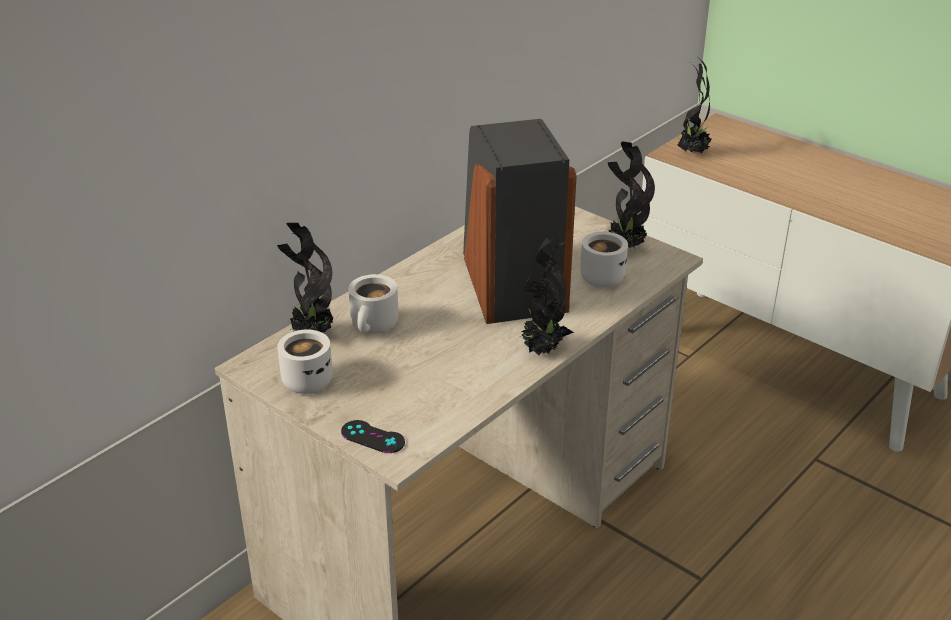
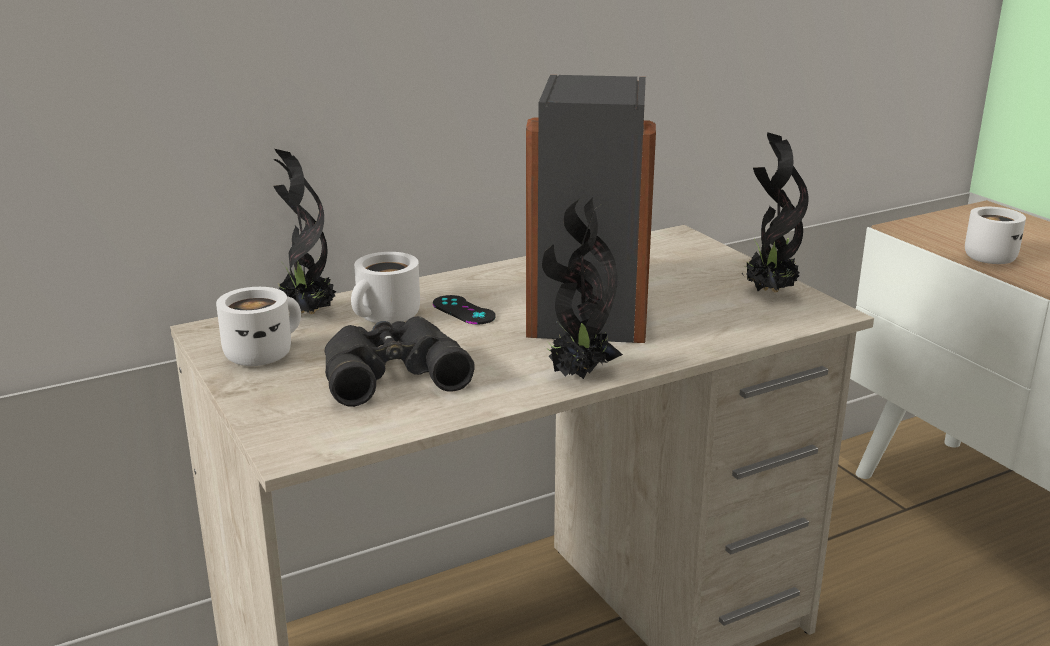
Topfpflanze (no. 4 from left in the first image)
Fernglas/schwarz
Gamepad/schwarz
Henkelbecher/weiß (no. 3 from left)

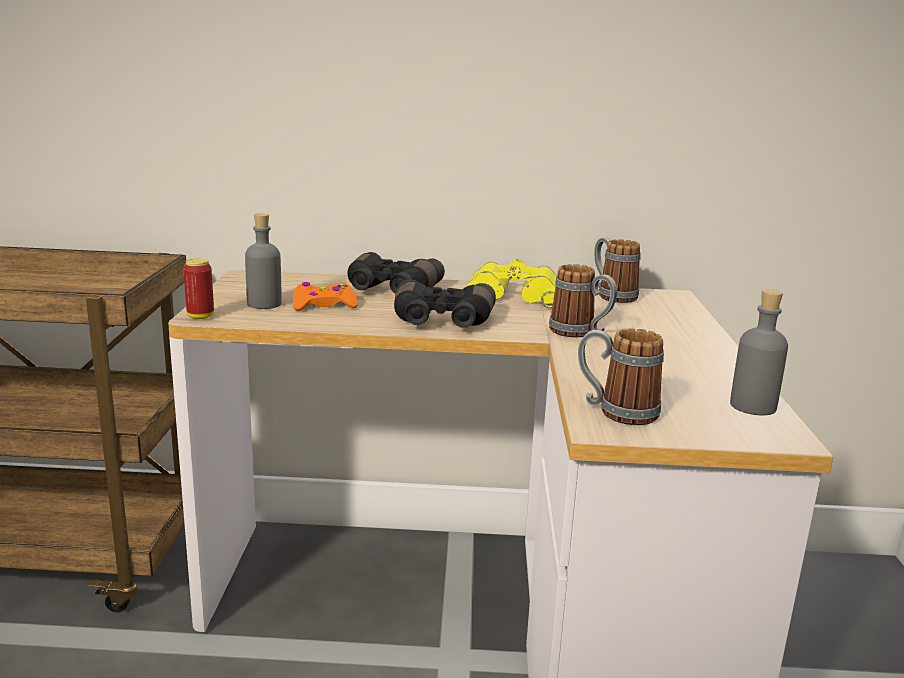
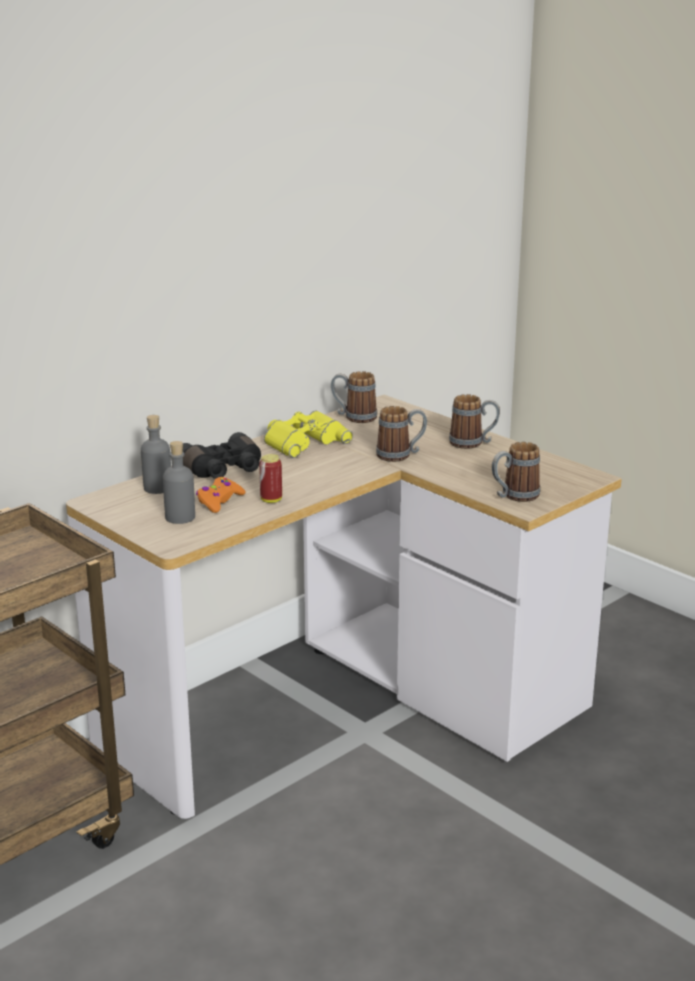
Fernglas/schwarz (no. 2 from left in the first image)
Henkelbecher (no. 3 from left)
Dose
Flasche/grau (no. 1 from left)

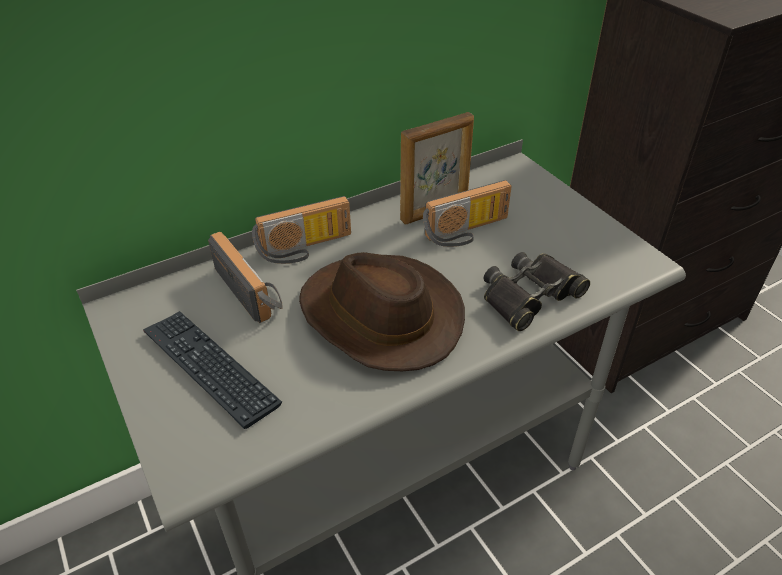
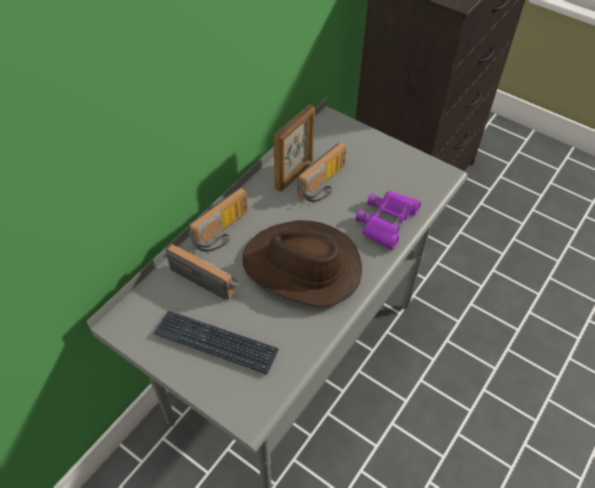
Fernglas/lila

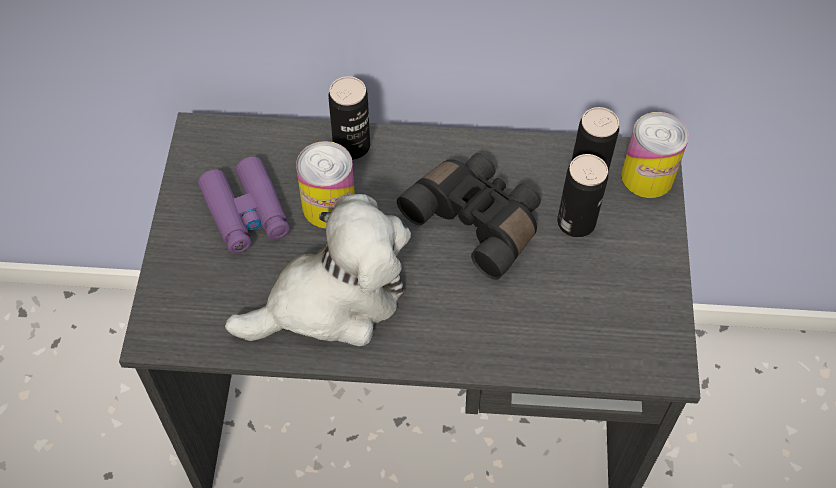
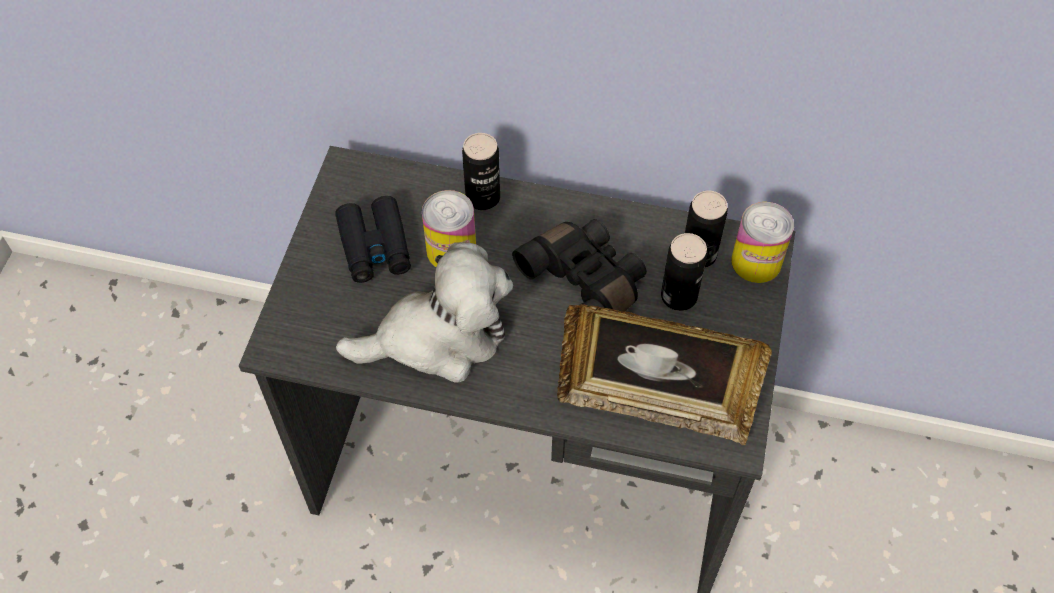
Bilderrahmen
Fernglas/schwarz (no. 1 from left)

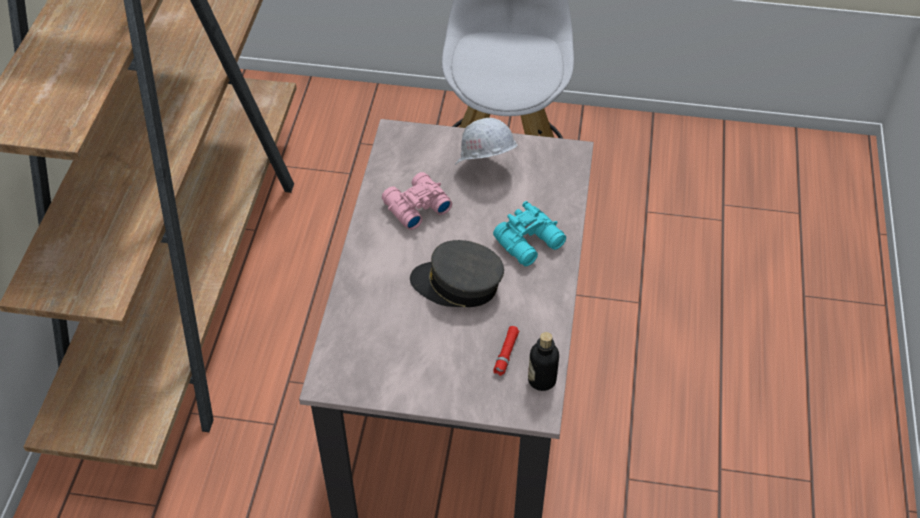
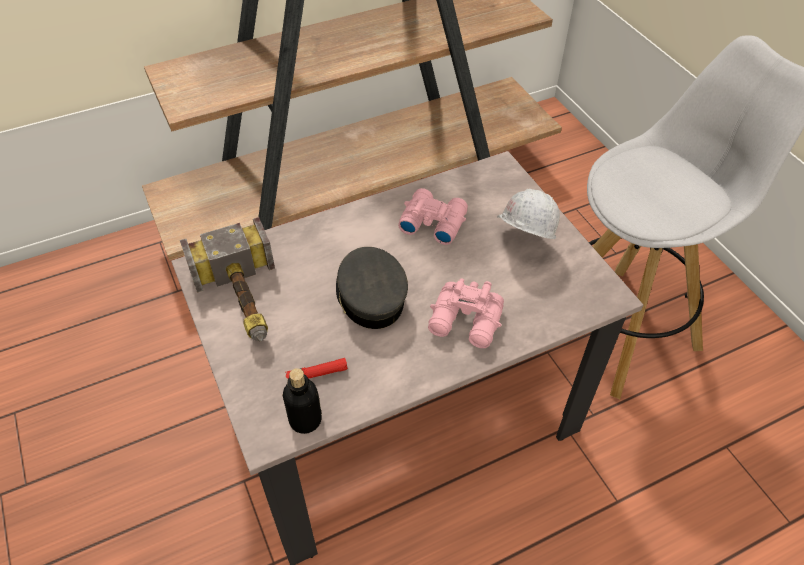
Hammer
Fernglas/rosa (no. 2 from left)

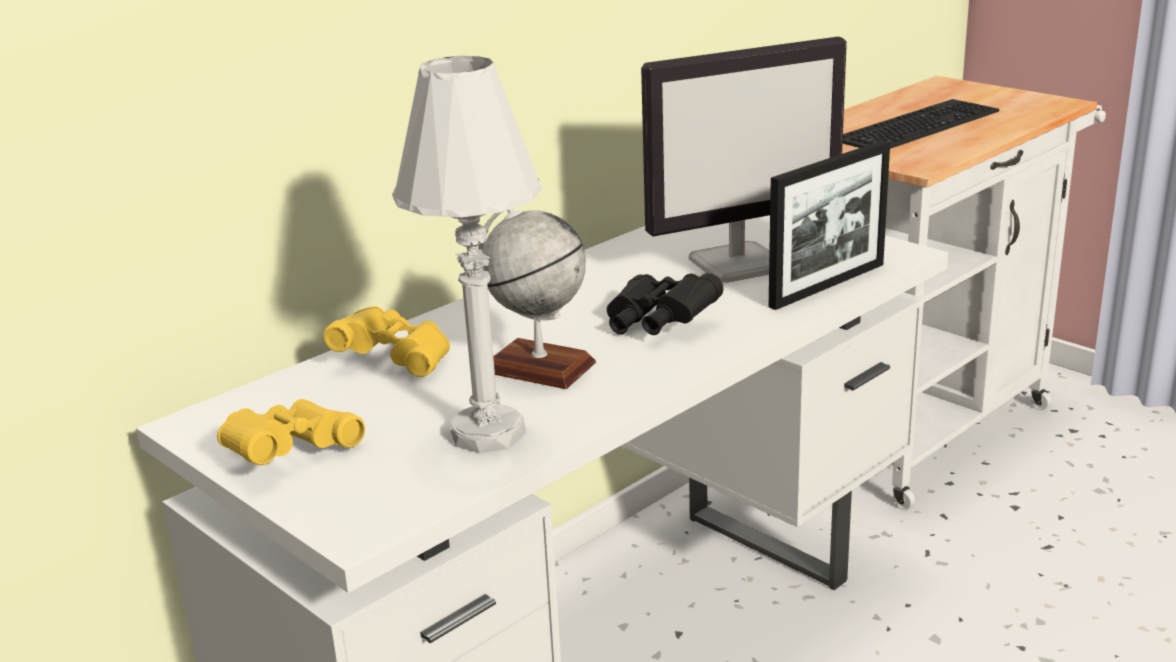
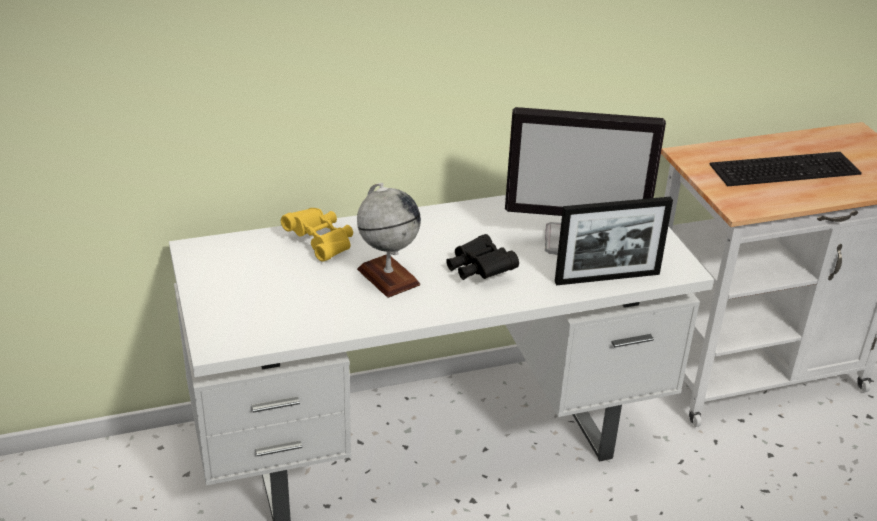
Fernglas/gelb (no. 1 from left in the first image)
Tischlampe/weiß

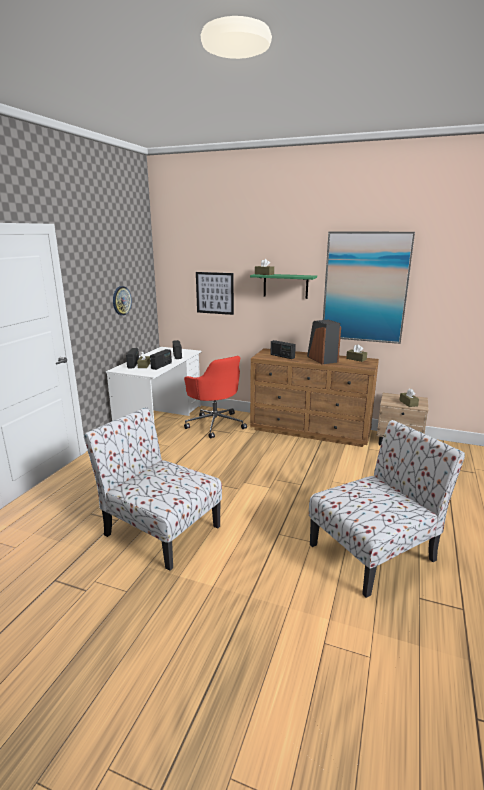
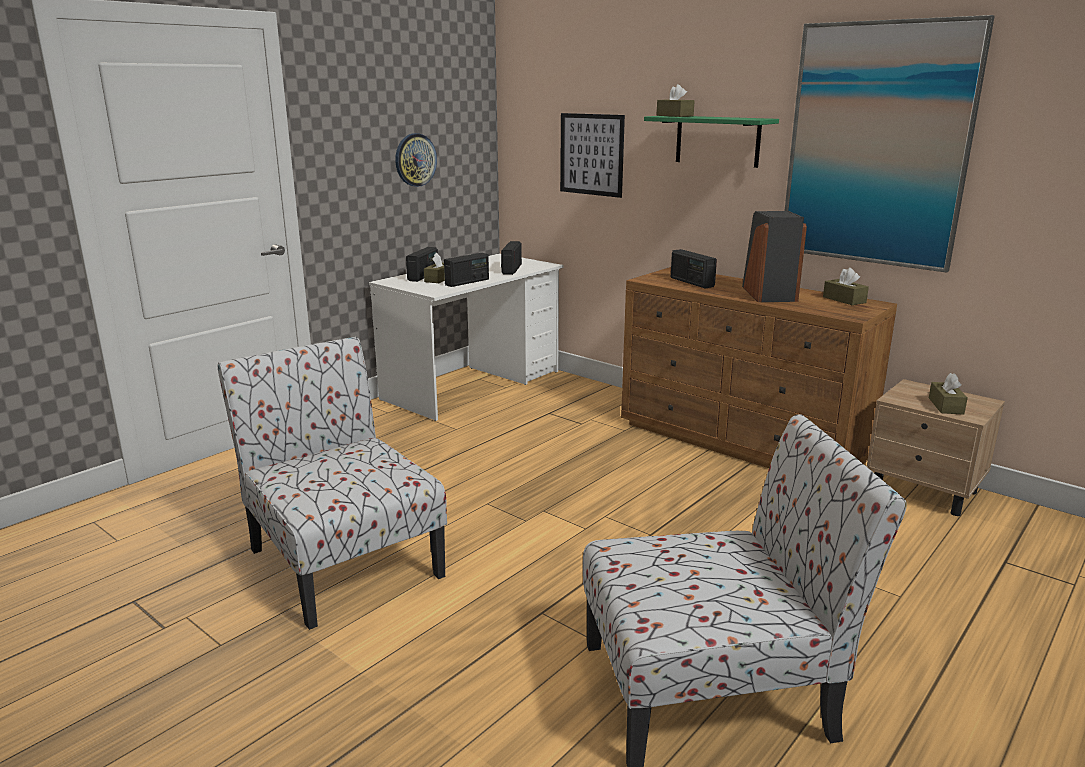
Bürostuhl/rot

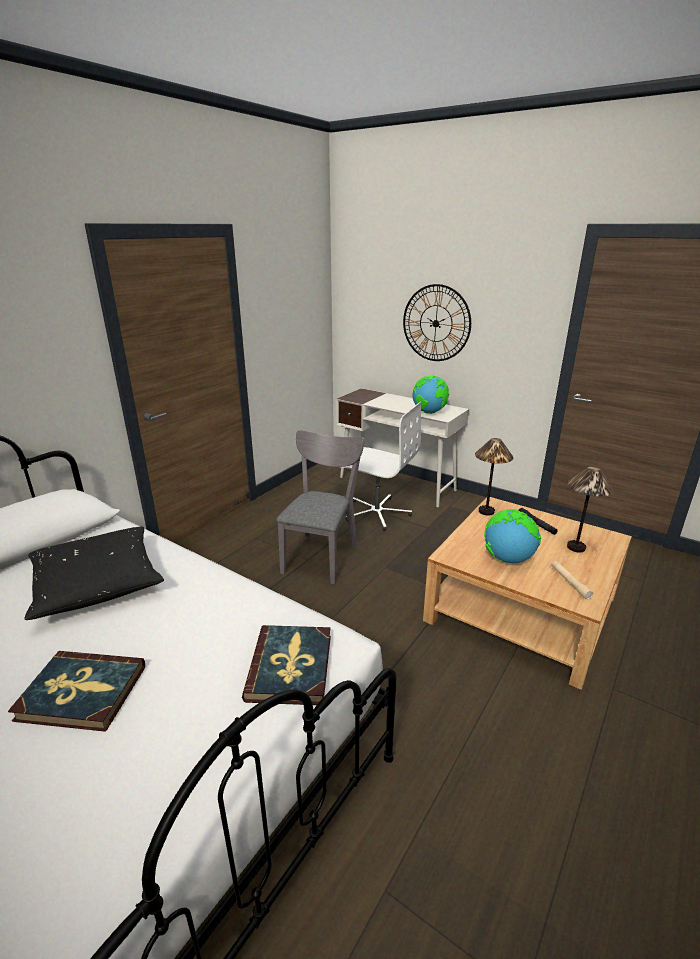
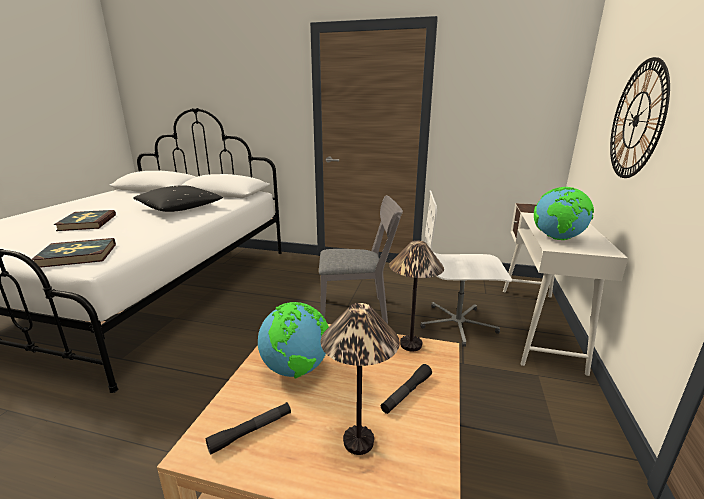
Taschenlampe/schwarz (no. 1 from left)
Bürostuhl/weiß

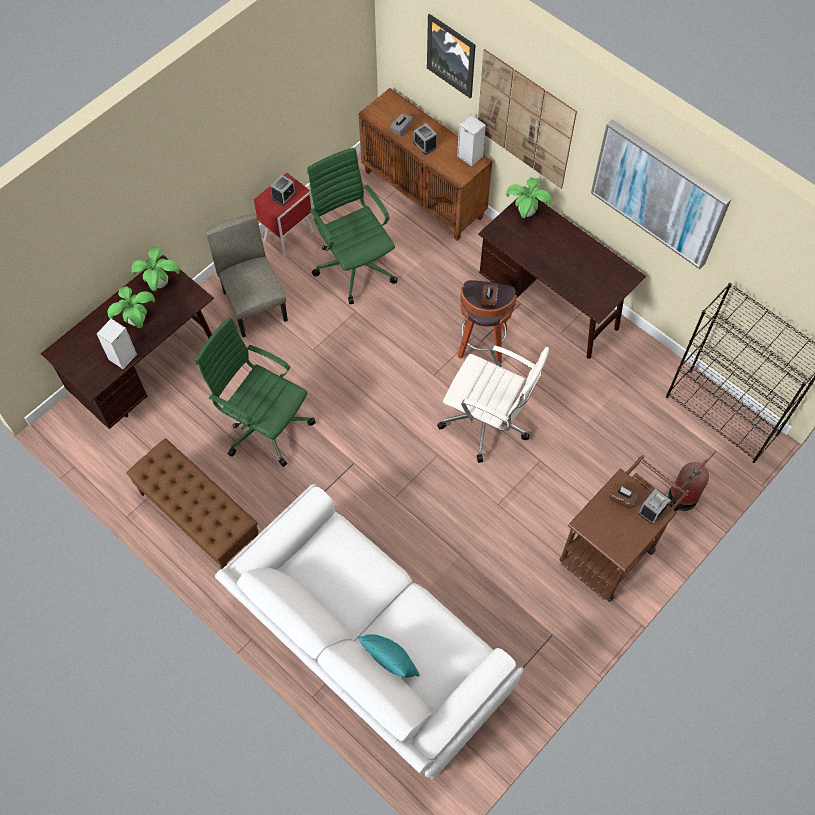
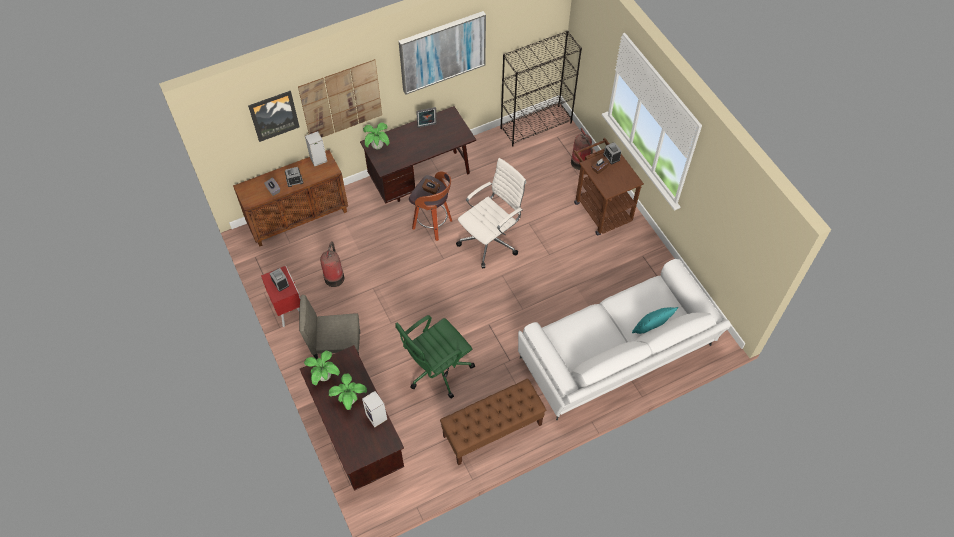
Bilderrahmen
Feuerlöscher (no. 1 from left)

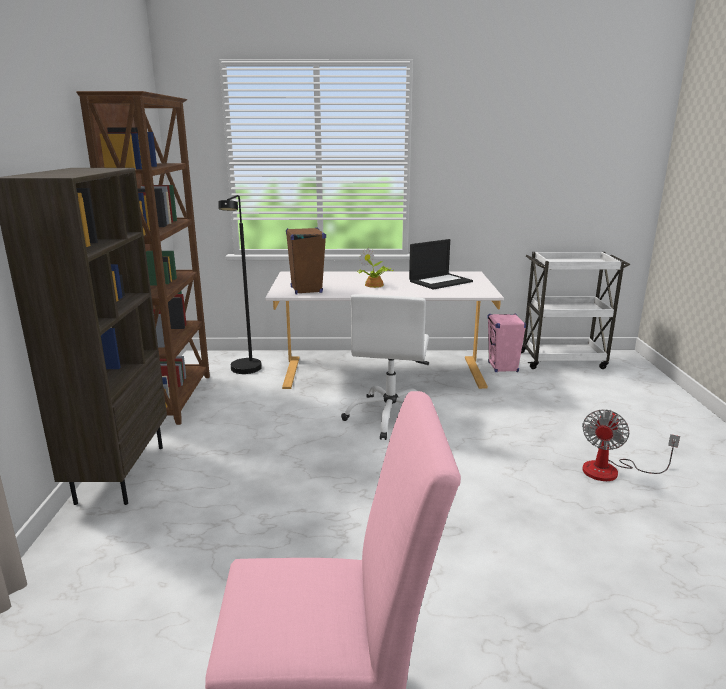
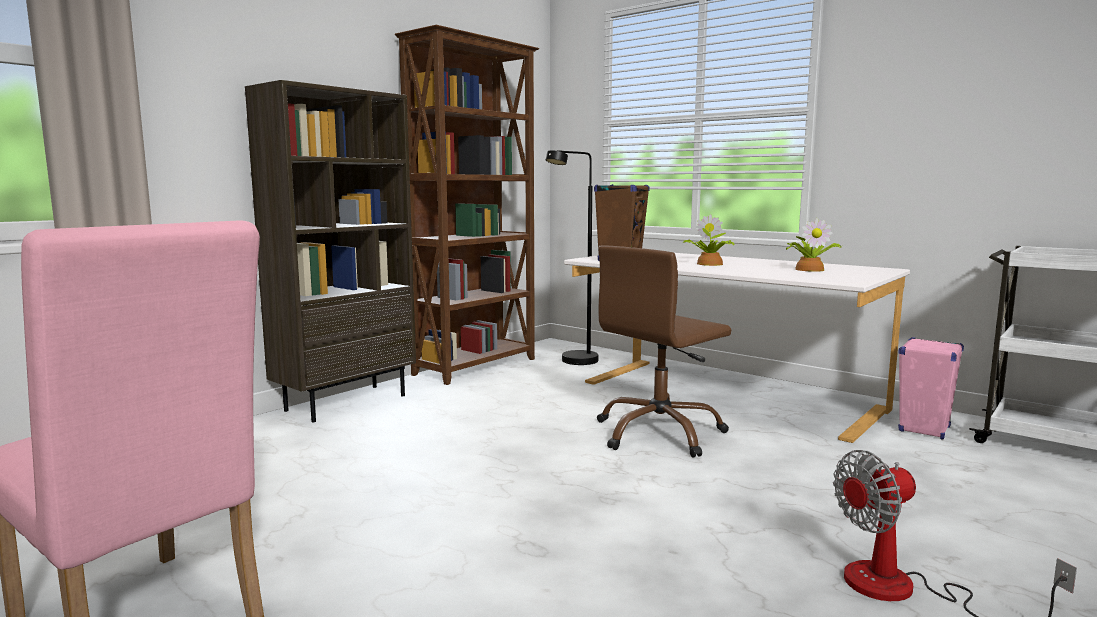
Topfpflanze (no. 2 from left)
Bürostuhl/braun

